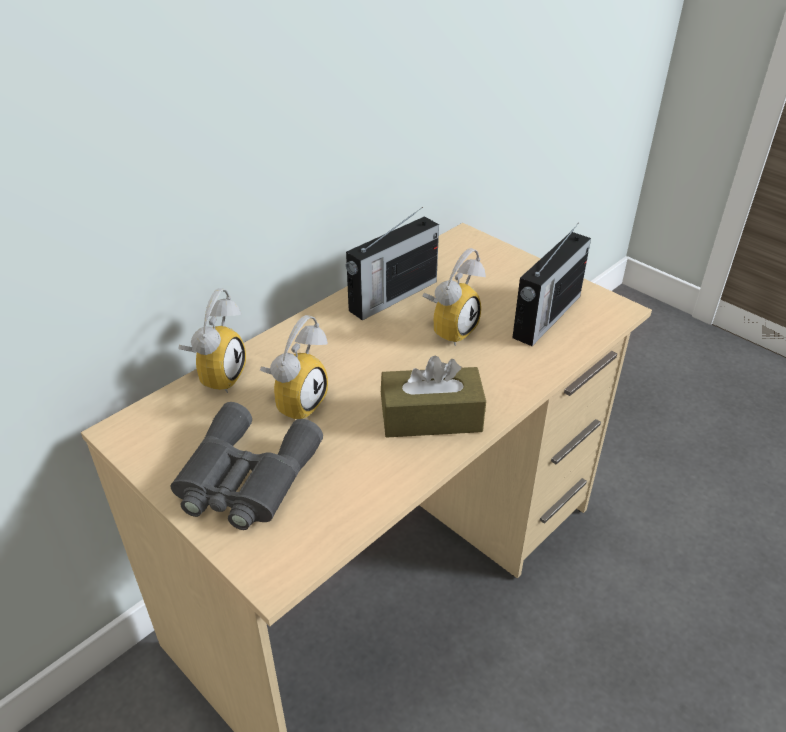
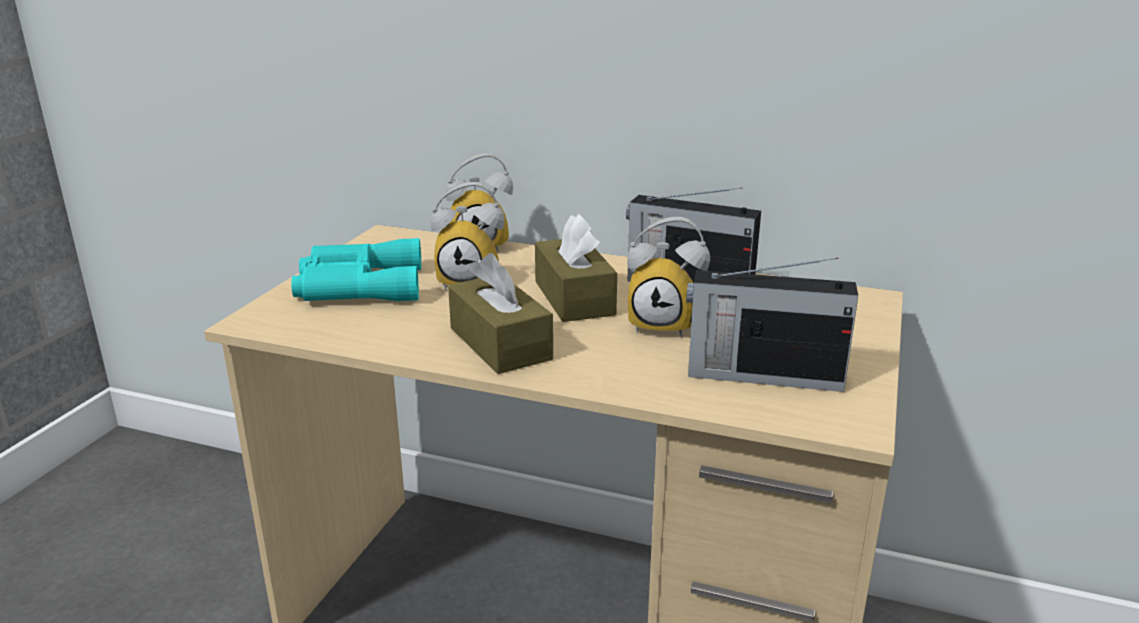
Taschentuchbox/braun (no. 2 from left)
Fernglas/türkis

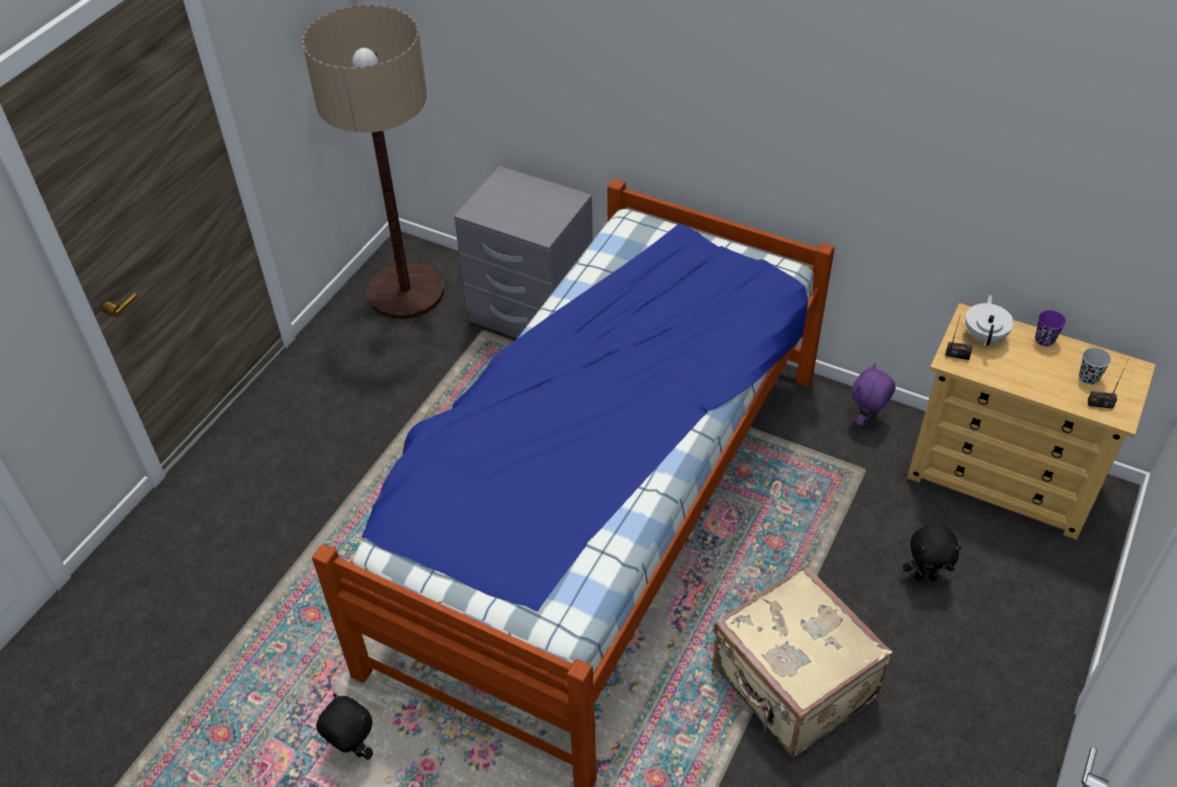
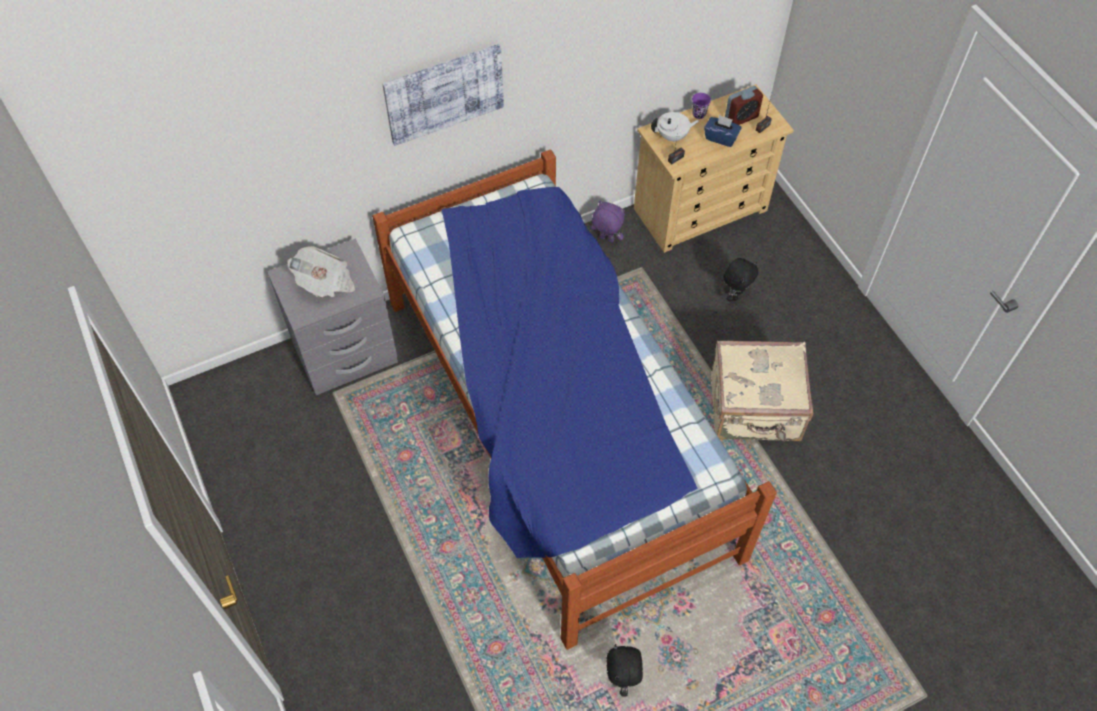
Stehlampe
Zeitung
Bild
Taschentuchbox/blau
Wecker
Plüschtier/schwarz (no. 1 from left)
Plüschtier/lila
Teekanne/weiß

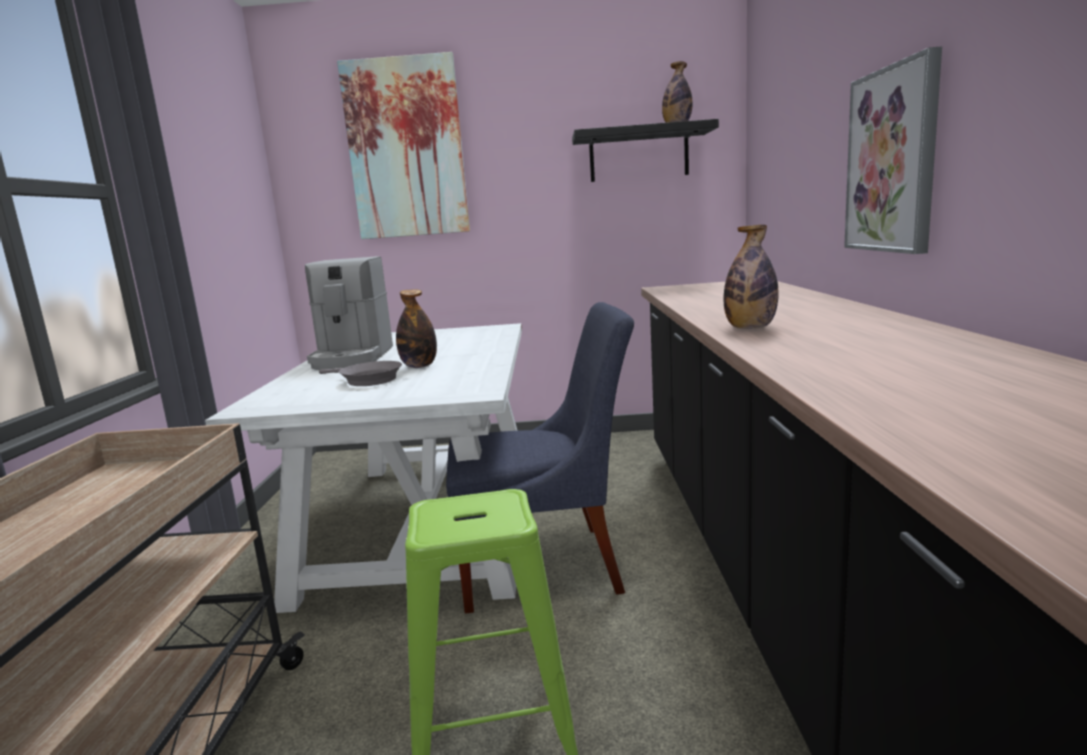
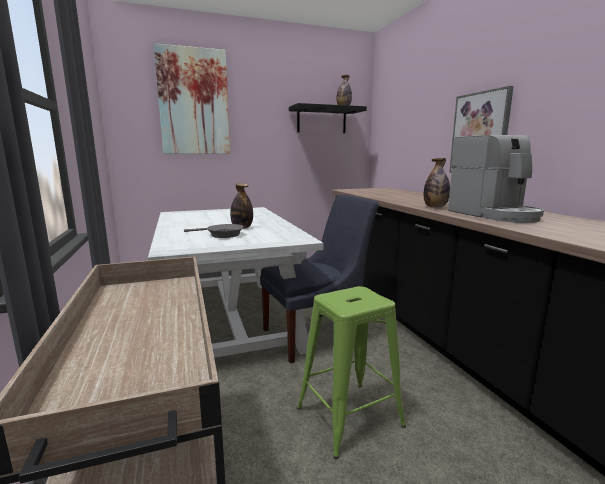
Kaffeemaschine

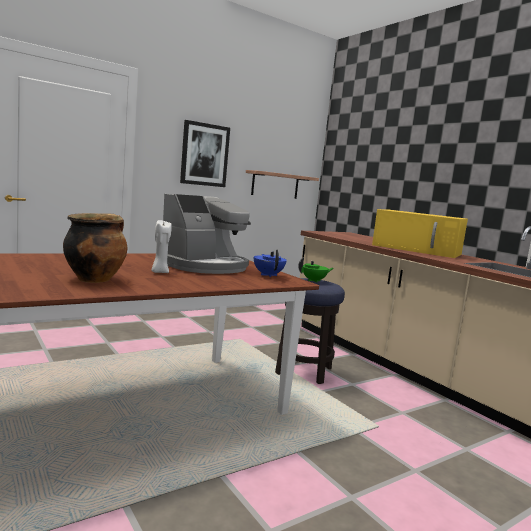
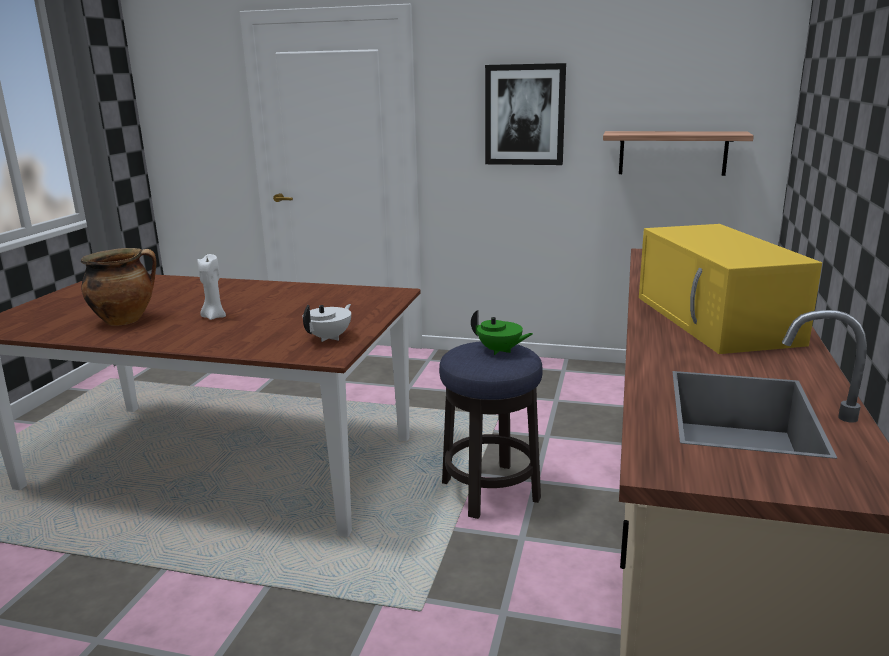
Kaffeemaschine
Teekanne/weiß

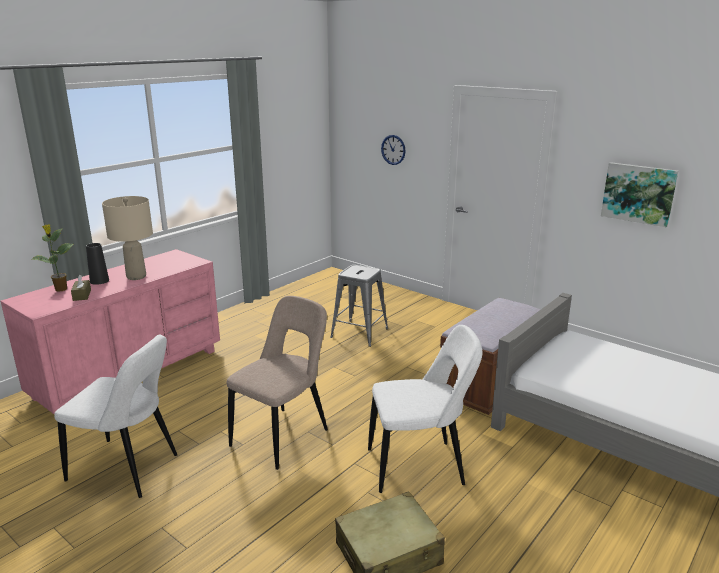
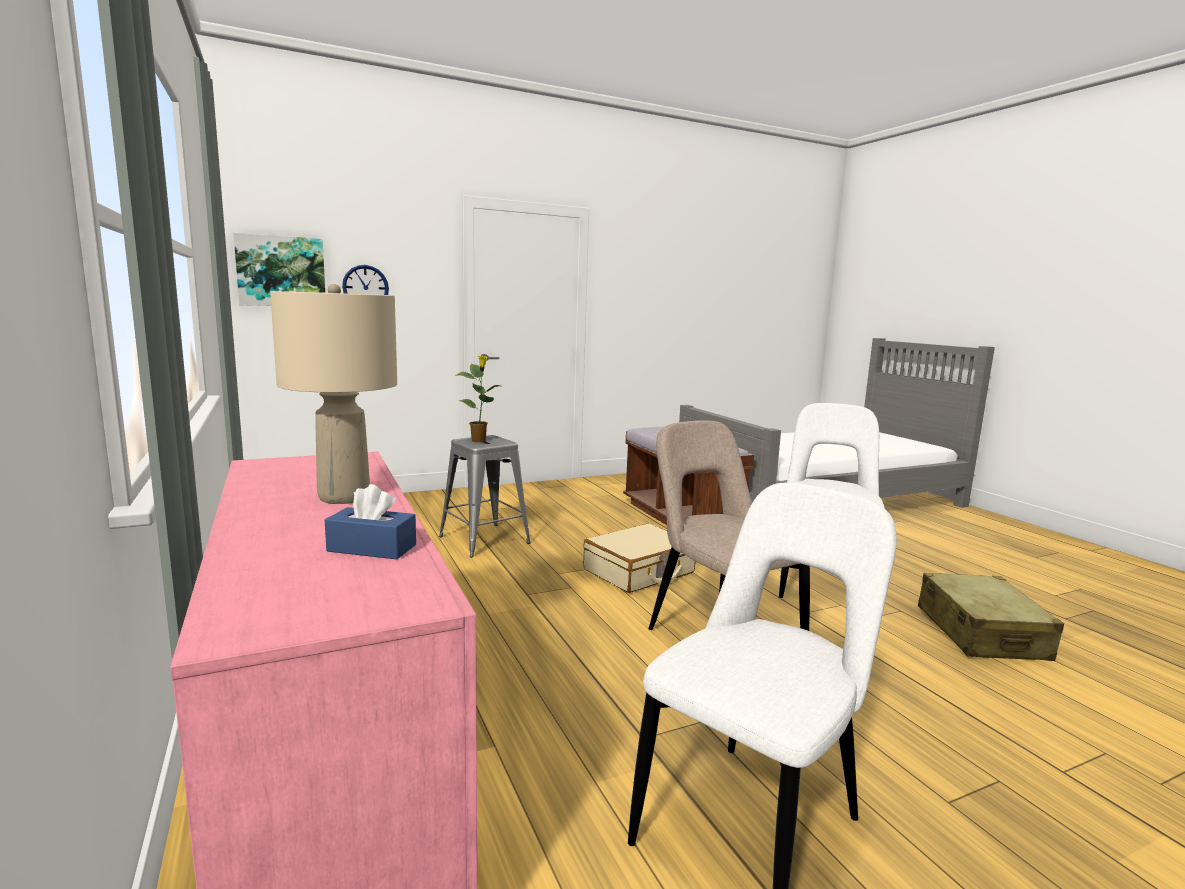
Vase/schwarz
Koffer/beige (no. 1 from left)
Topfpflanze
Bild
Taschentuchbox/blau

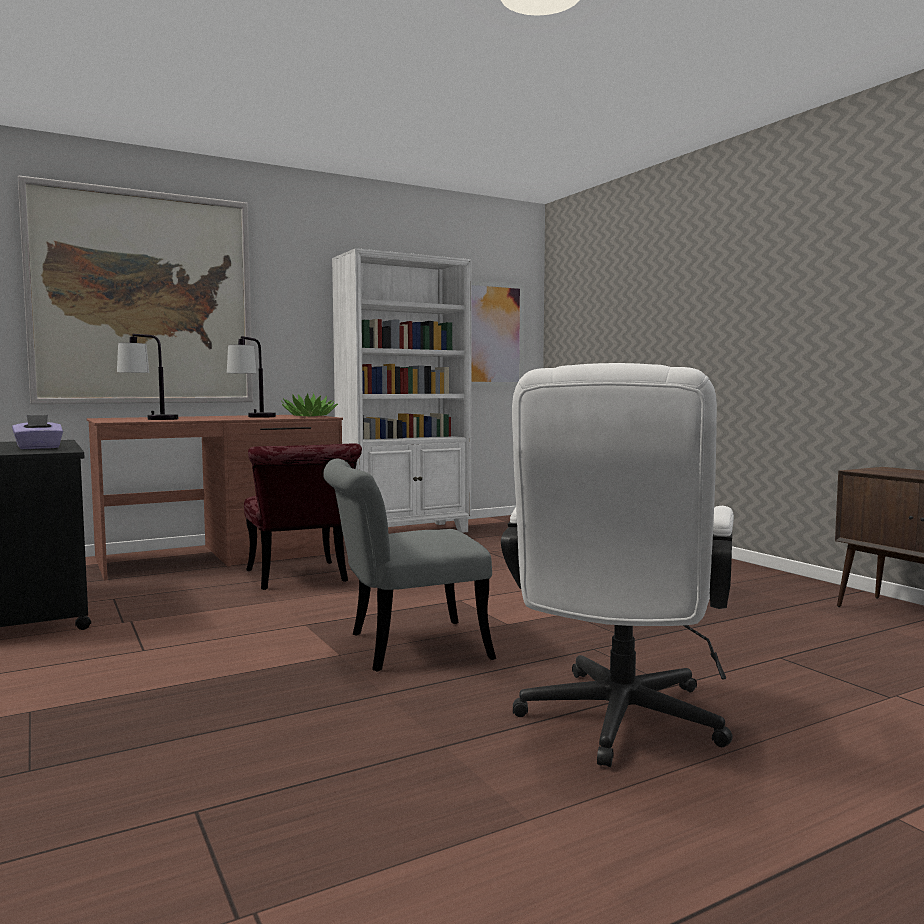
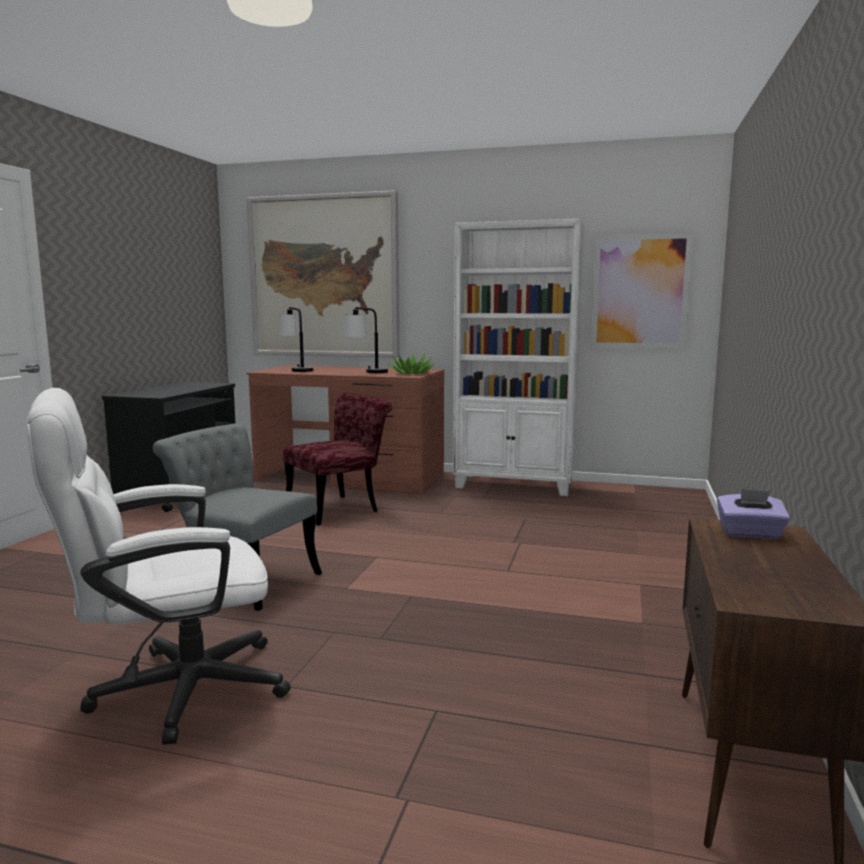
Taschentuchbox/lila
Stuhl/rot

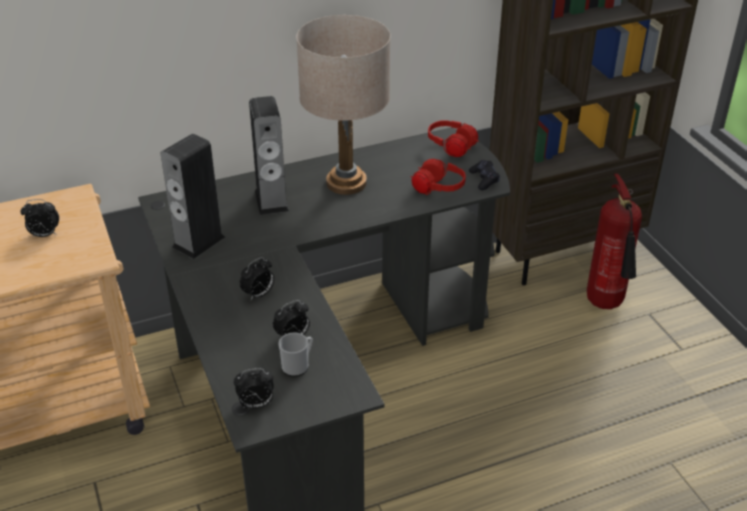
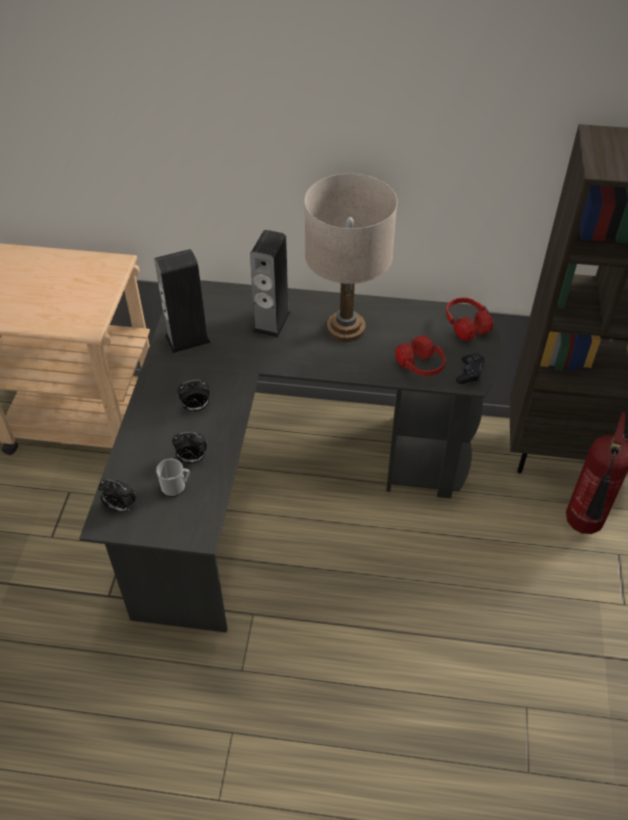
Wecker (no. 1 from left in the first image)

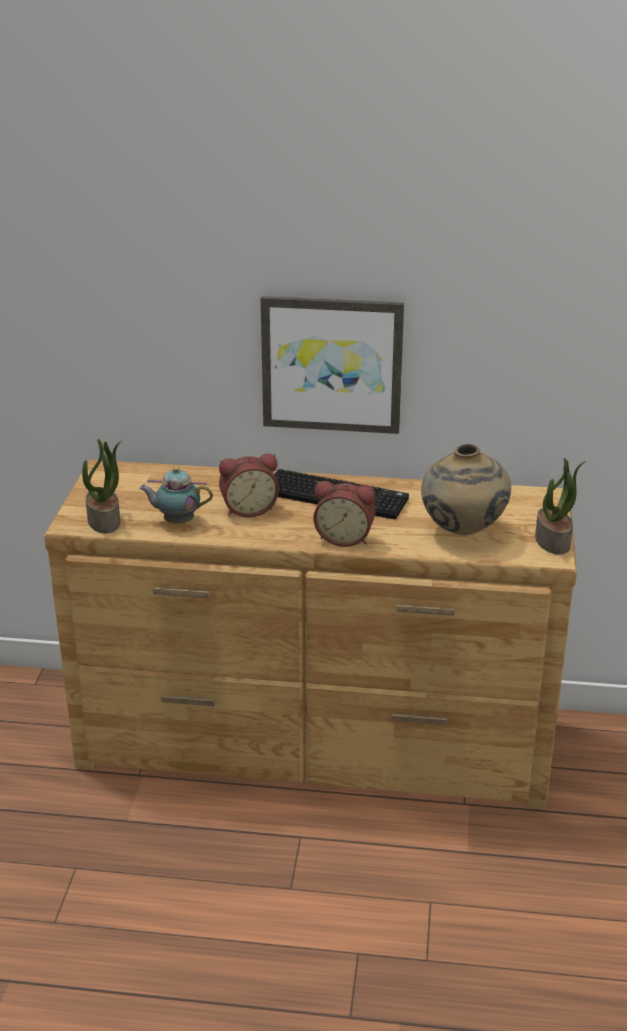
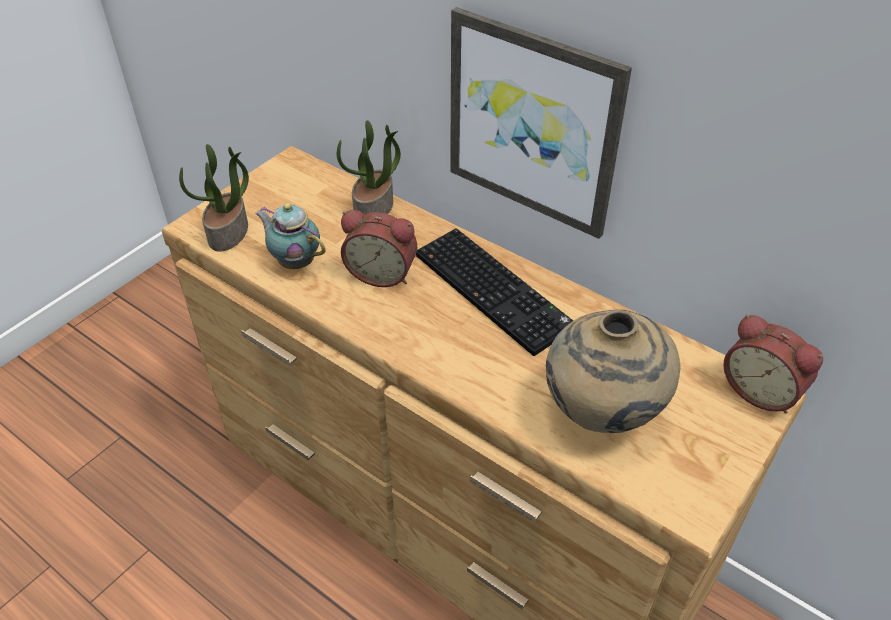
Wecker (no. 2 from left)
Topfpflanze (no. 2 from left)

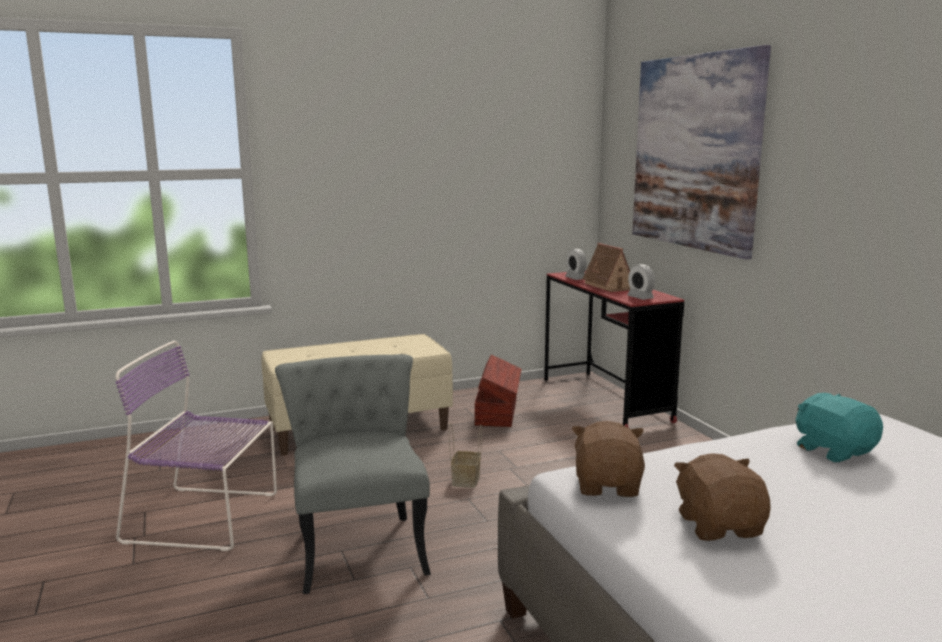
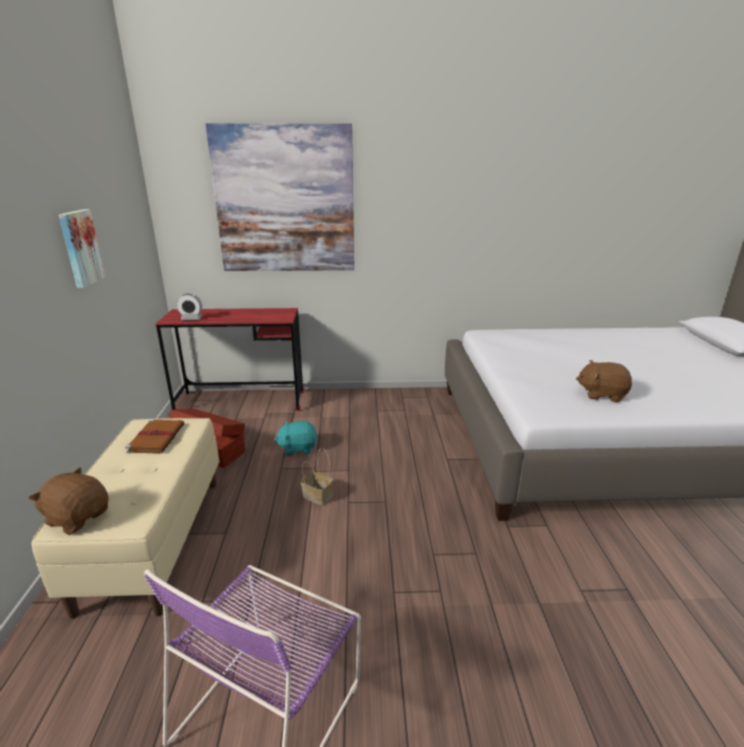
Stuhl/grau
Spielzeughaus
Wecker (no. 2 from left in the first image)
Bild (no. 1 from left)
Buch/braun
Plüschtier/braun (no. 1 from left)
Plüschtier/türkis

